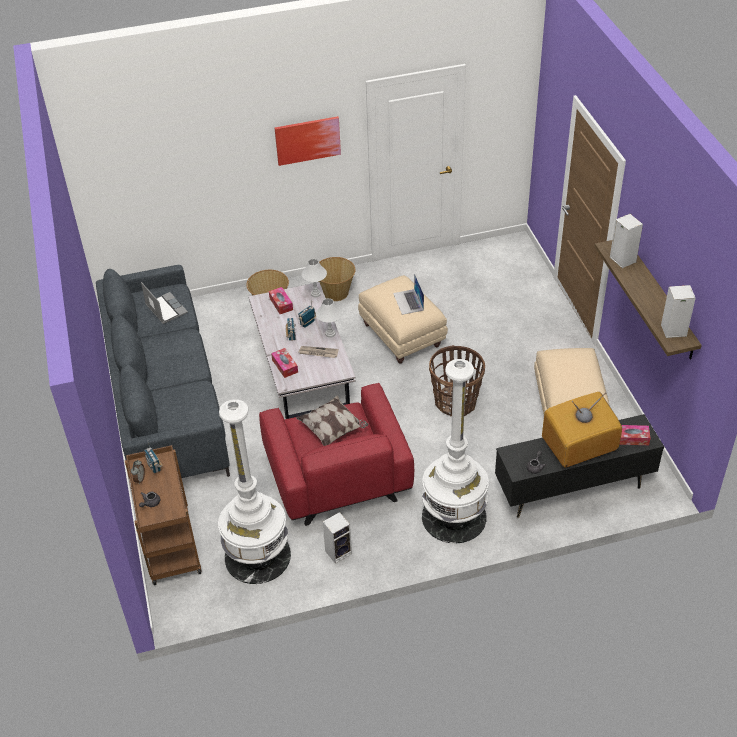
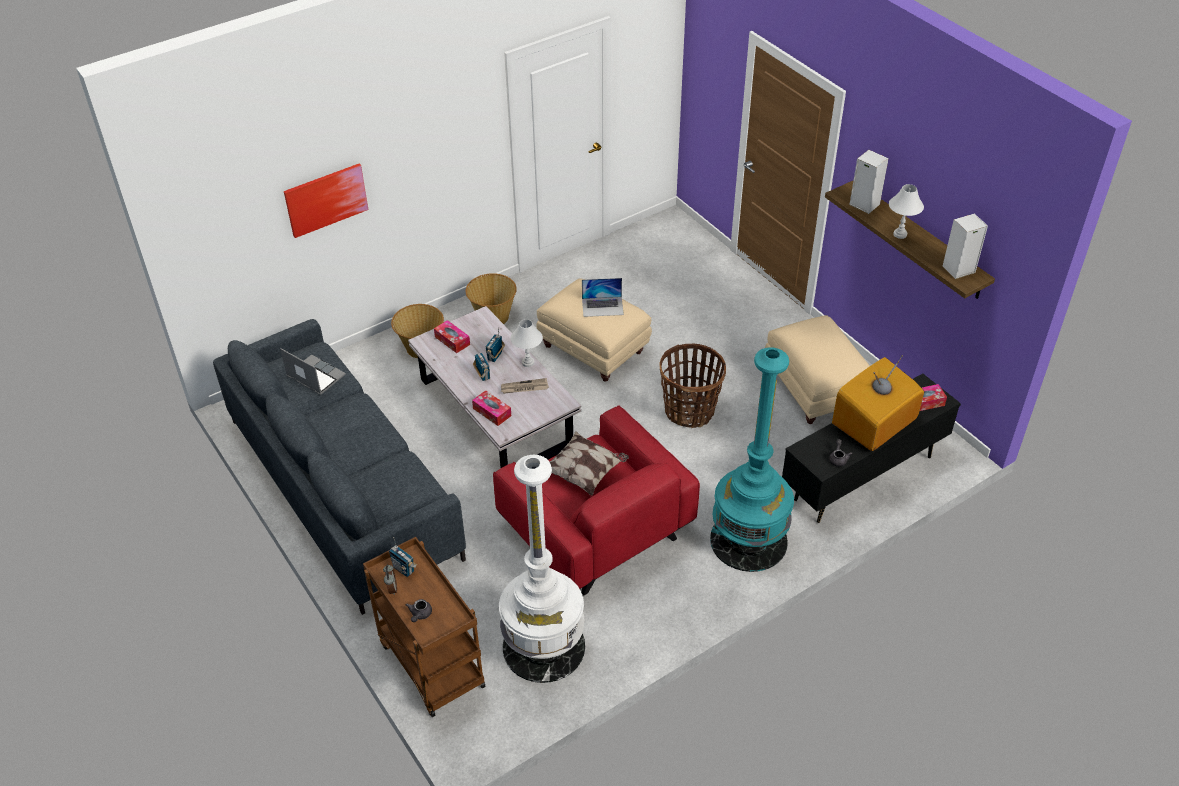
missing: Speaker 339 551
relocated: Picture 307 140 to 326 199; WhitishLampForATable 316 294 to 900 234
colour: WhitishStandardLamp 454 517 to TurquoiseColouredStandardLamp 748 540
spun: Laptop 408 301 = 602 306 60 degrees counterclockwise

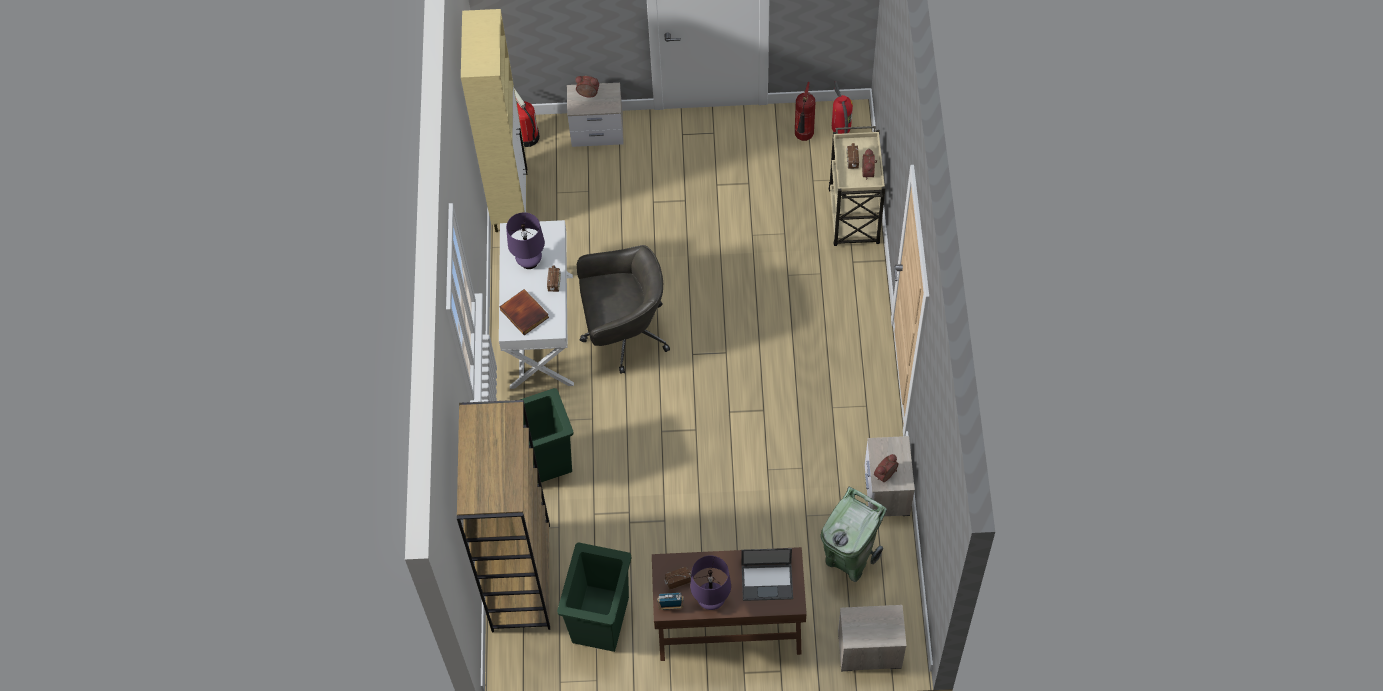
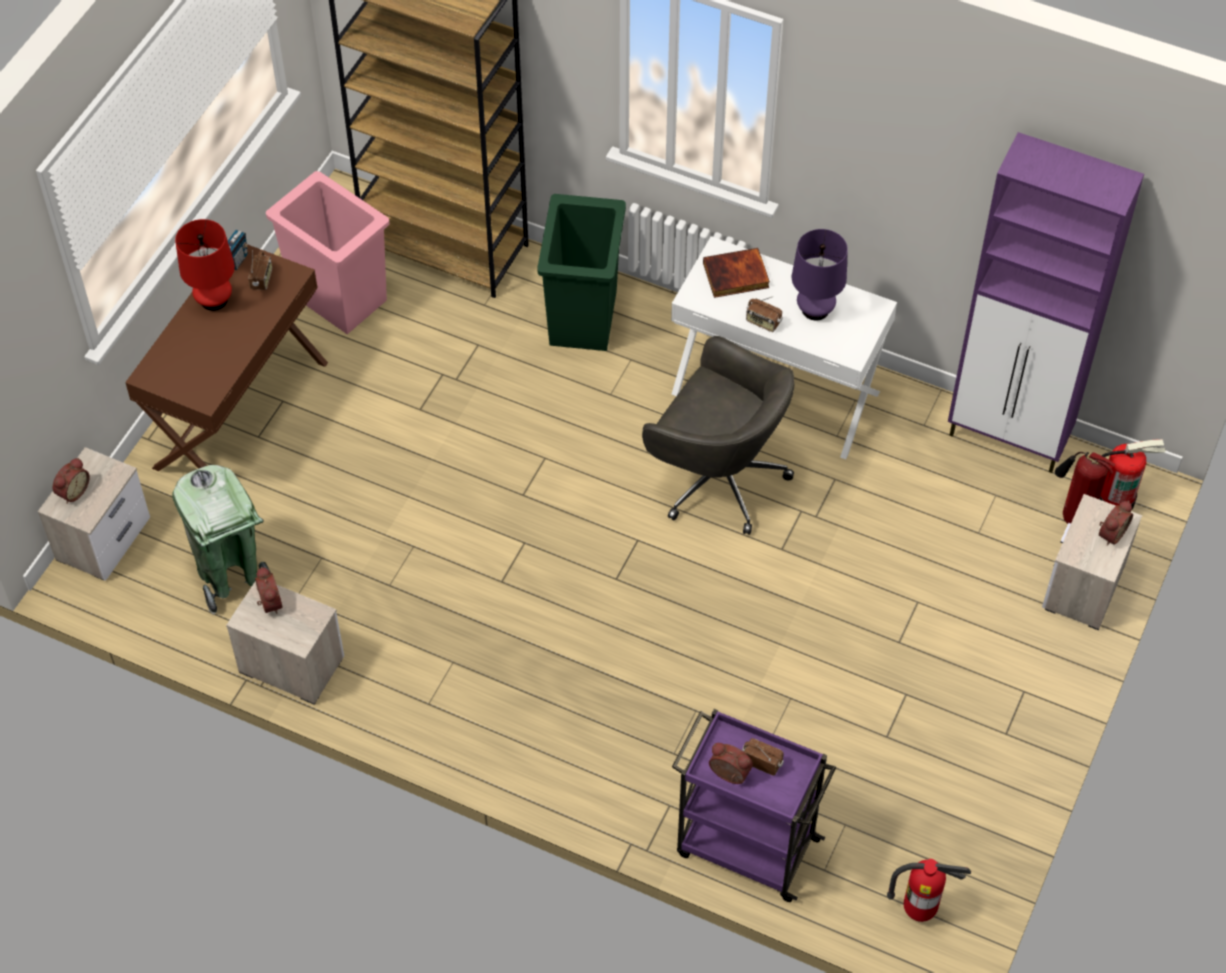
missing: Laptop 768 581
appeared: BedsideClock 72 491
relocated: FireFightingCylinder 803 137 to 1072 517
colour: BeigeCabinet 510 201 to PurpleCabinet 1009 438; BeigeCart 854 218 to PurpleCart 745 846; GreenTrashCan 601 619 to PinkTrashCan 339 299; PurpleLampForATable 711 600 to ReddishLampForATable 214 300
spun: GrayComputerChair 623 333 = 717 478 75 degrees counterclockwise

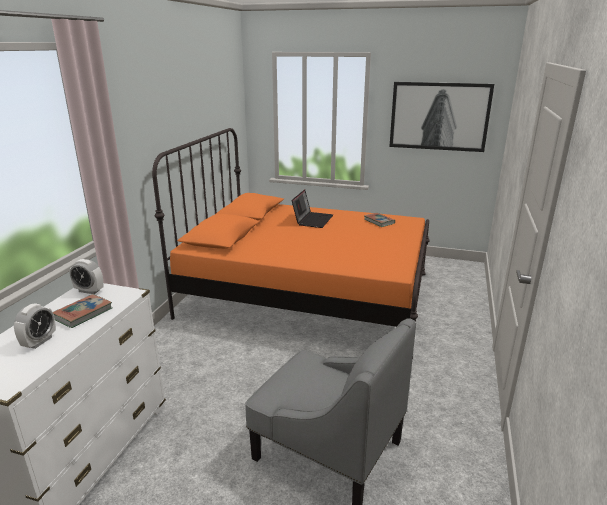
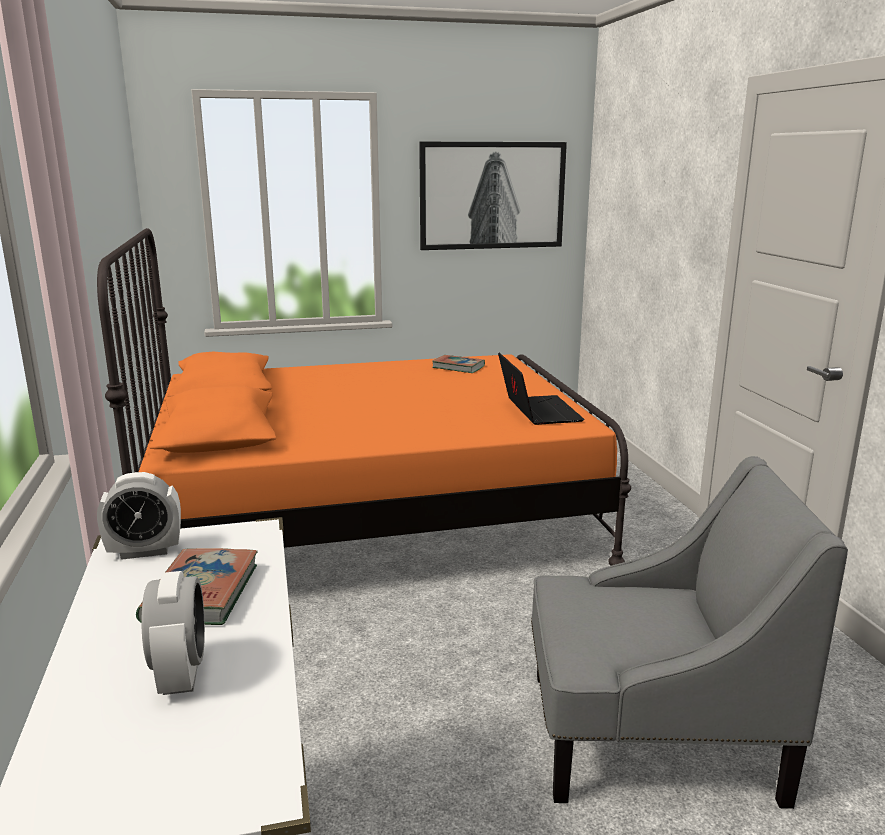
relocated: Laptop 312 220 to 537 411

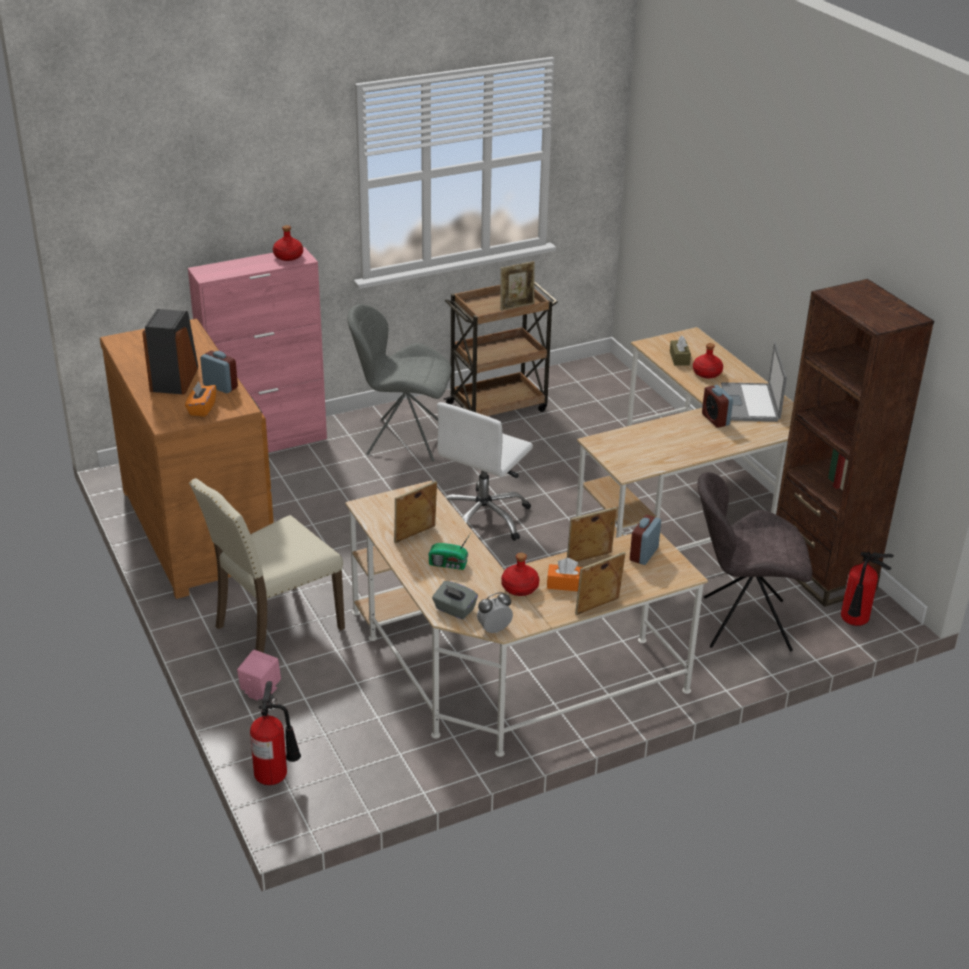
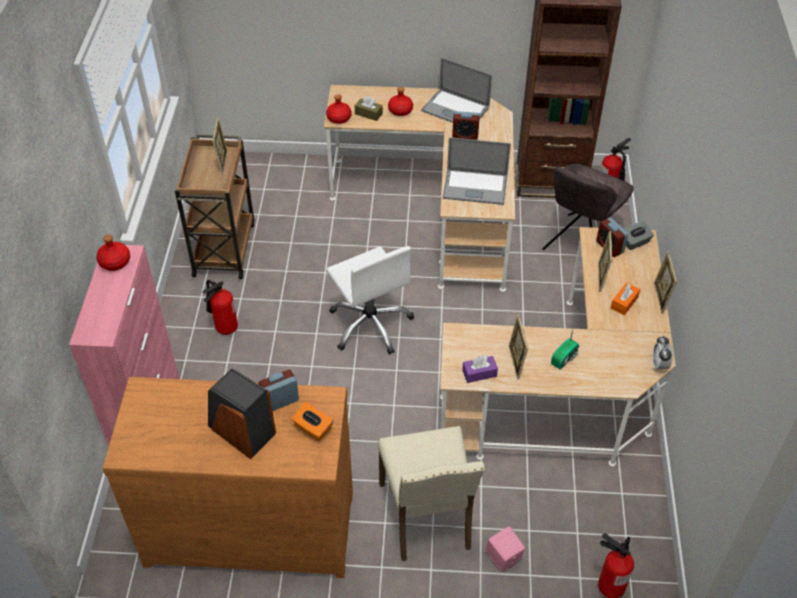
appeared: Laptop 475 187; PurpleTissueBox 479 373
relocated: ReddishDrinkBottle 519 587 to 338 118; GrayTissueBox 454 610 to 635 242
exchanged: GrayUprightChair 403 440 to FireFightingCylinder 223 327

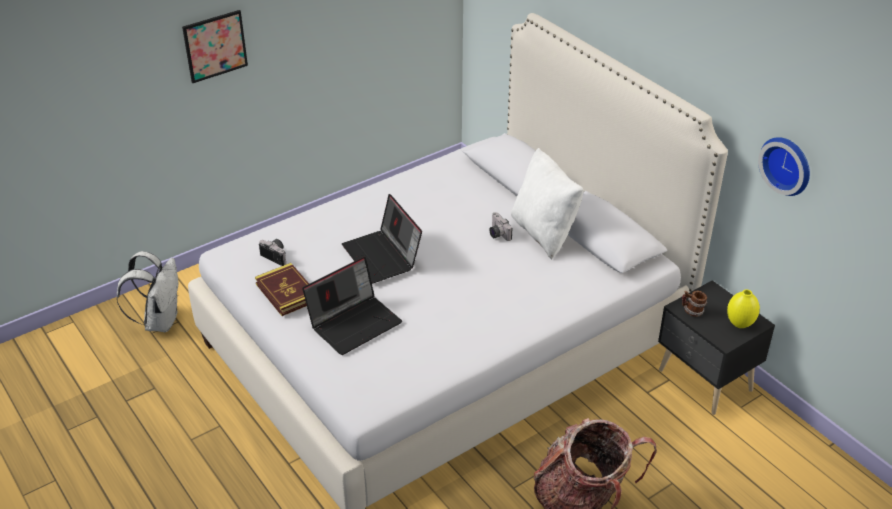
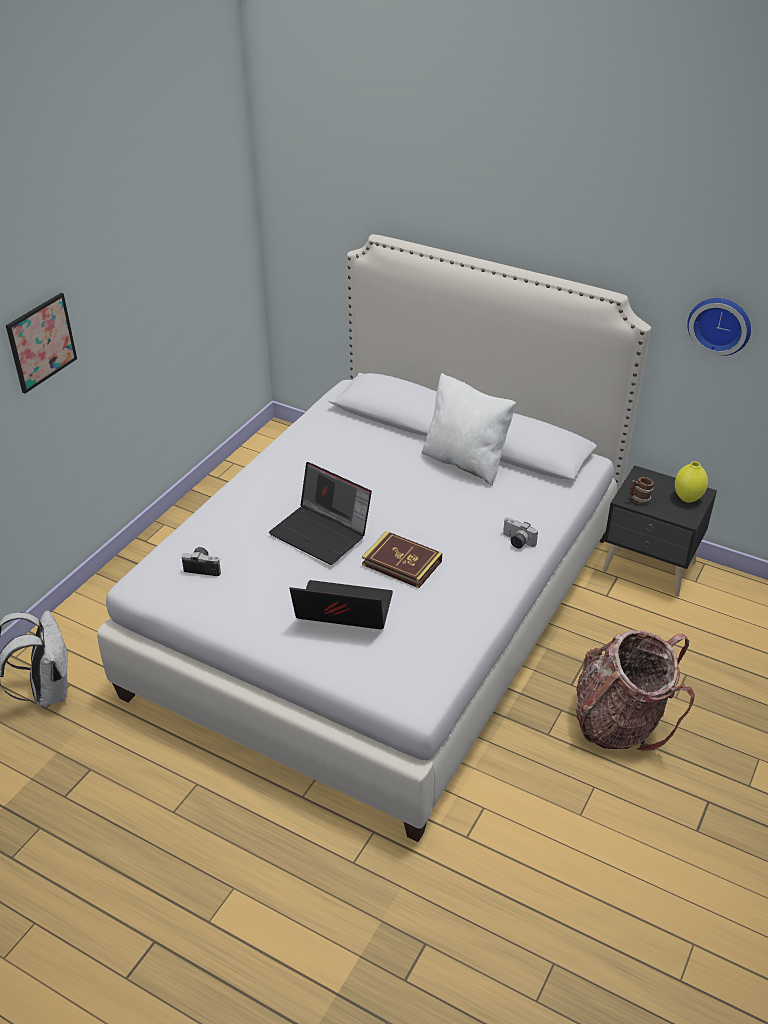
relocated: PhotoCamera 497 234 to 516 542; BoundBook 286 292 to 402 563
spun: Laptop 354 322 = 341 612 105 degrees counterclockwise

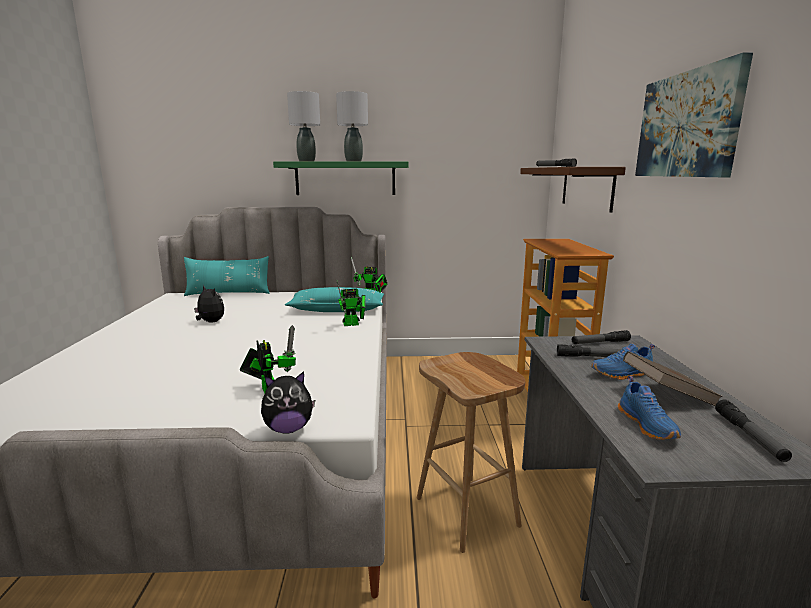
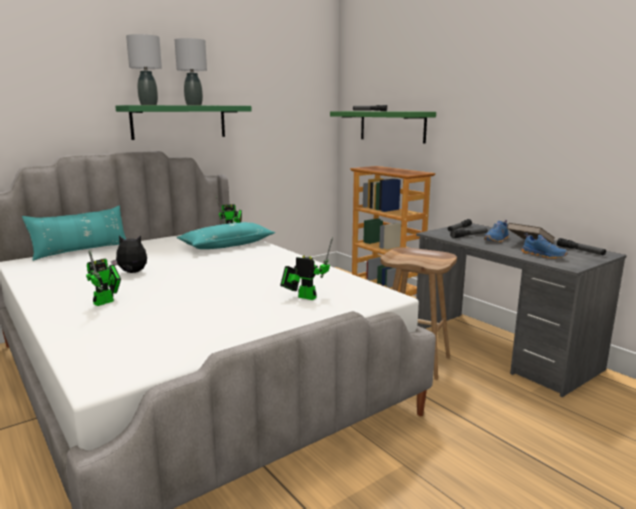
missing: Picture 687 125; CuddlyToy 288 429
relocated: RobotFigure 353 324 to 106 301
colour: BrownishWallShelf 586 187 to GreenWallShelf 392 126

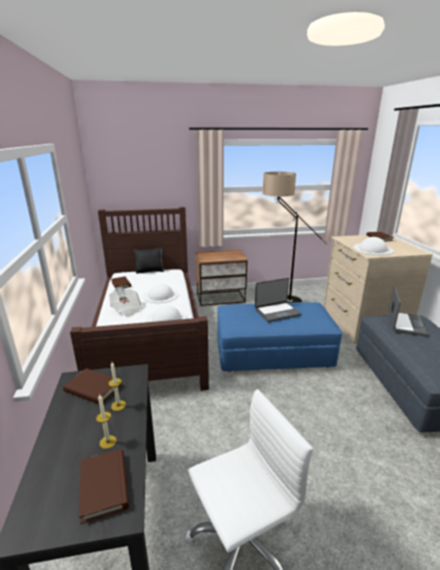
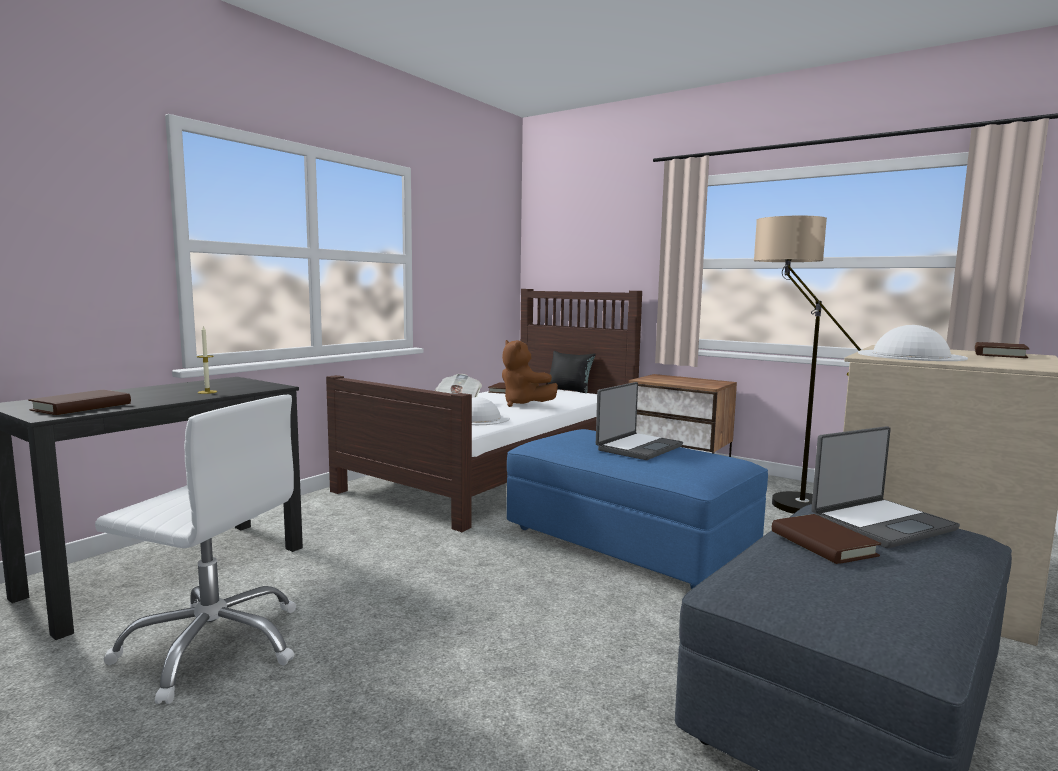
missing: Candle 108 442
relocated: BrownishBoundBook 93 388 to 822 543
exchanged: WhitishHat 160 295 to BrownishCuddlyToy 524 404
spun: Laptop 277 312 = 638 448 75 degrees counterclockwise

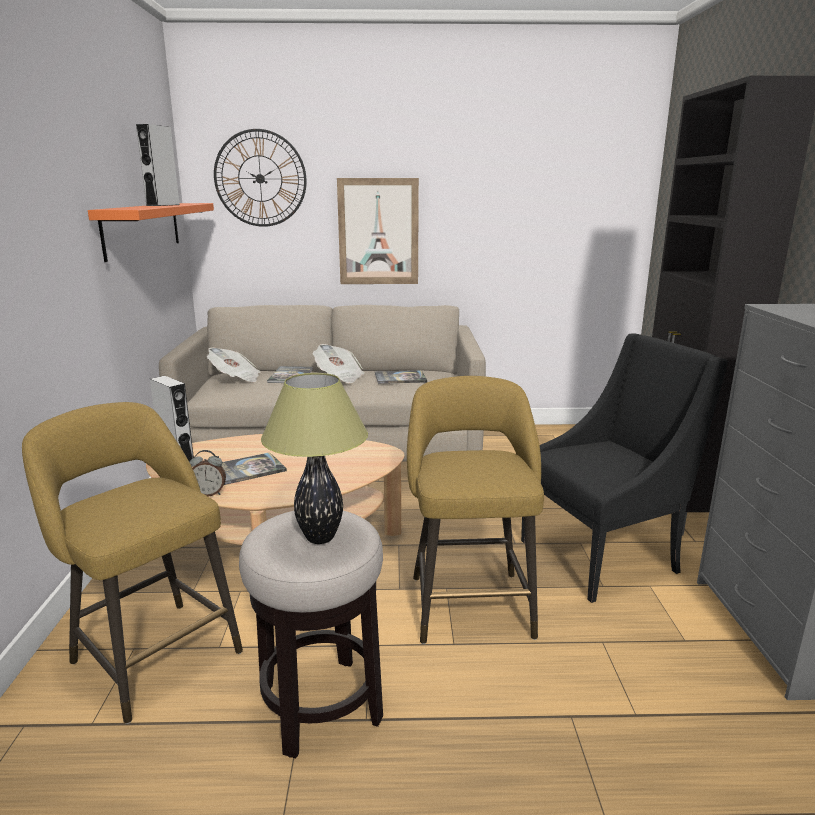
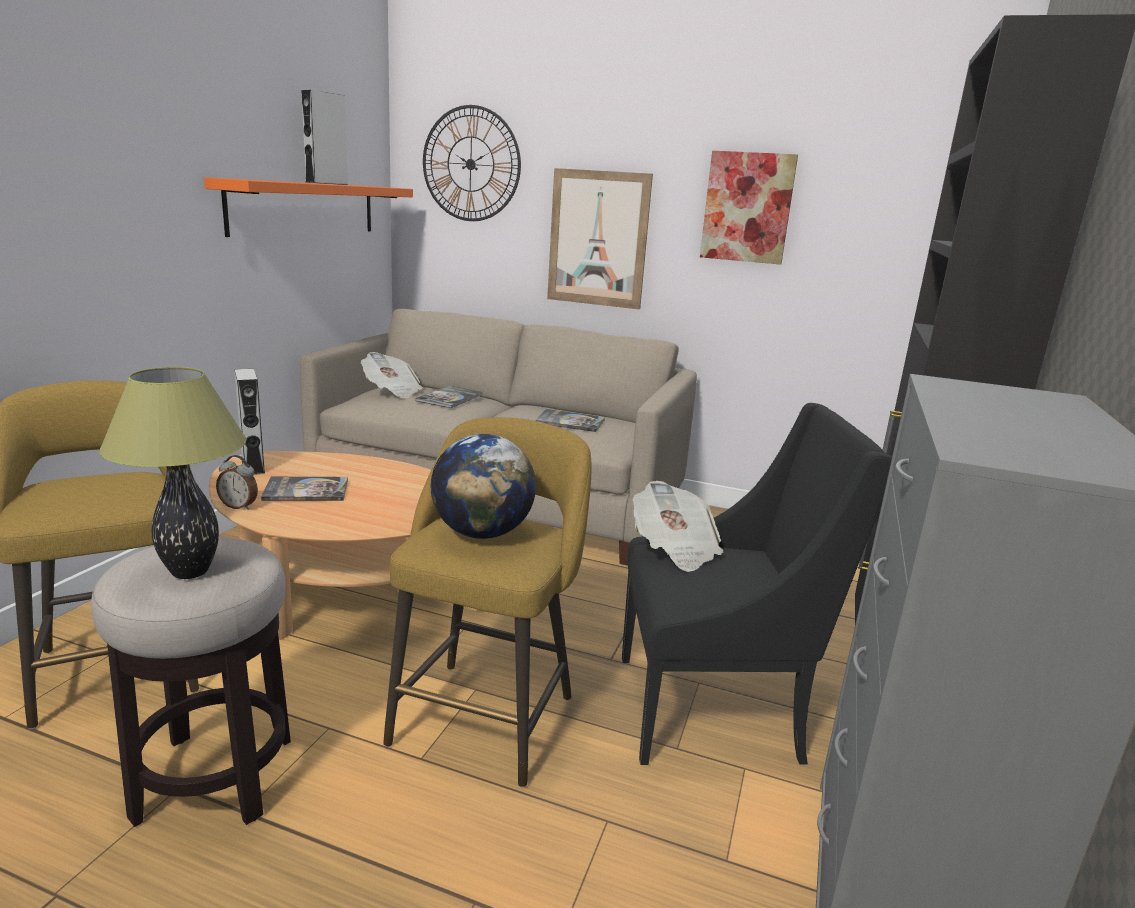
appeared: Picture 747 207; Globe 482 533
relocated: PrintedPaper 339 377 to 674 549

